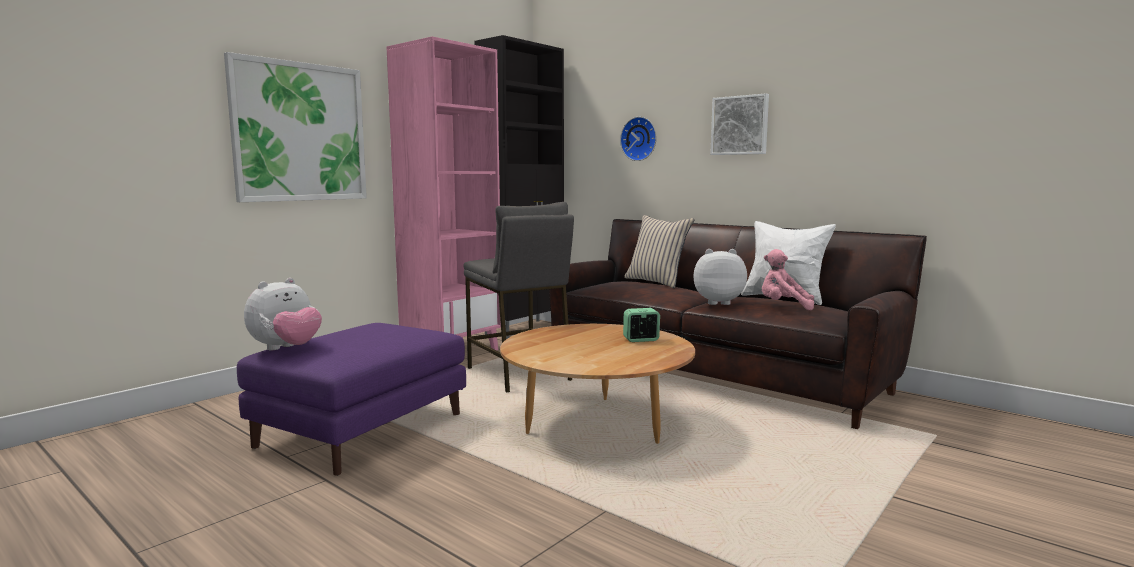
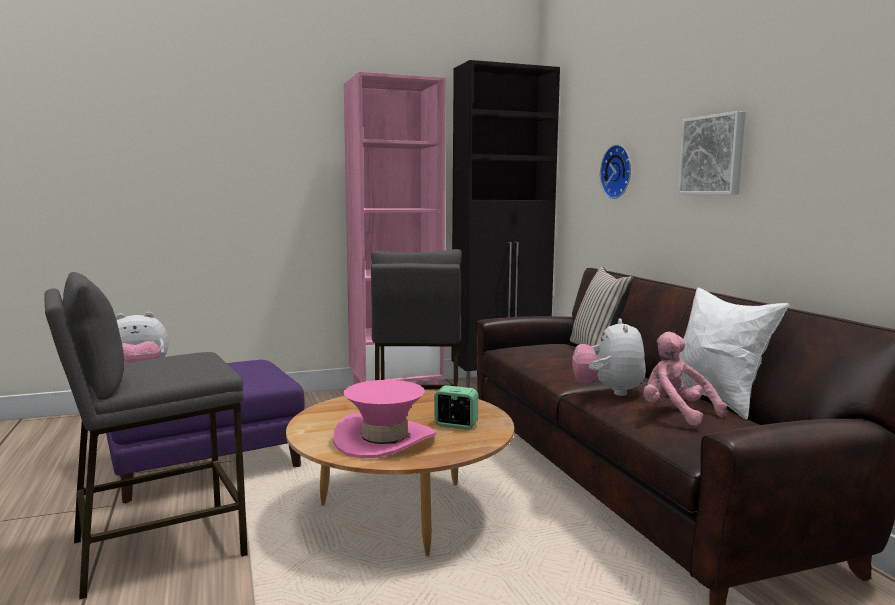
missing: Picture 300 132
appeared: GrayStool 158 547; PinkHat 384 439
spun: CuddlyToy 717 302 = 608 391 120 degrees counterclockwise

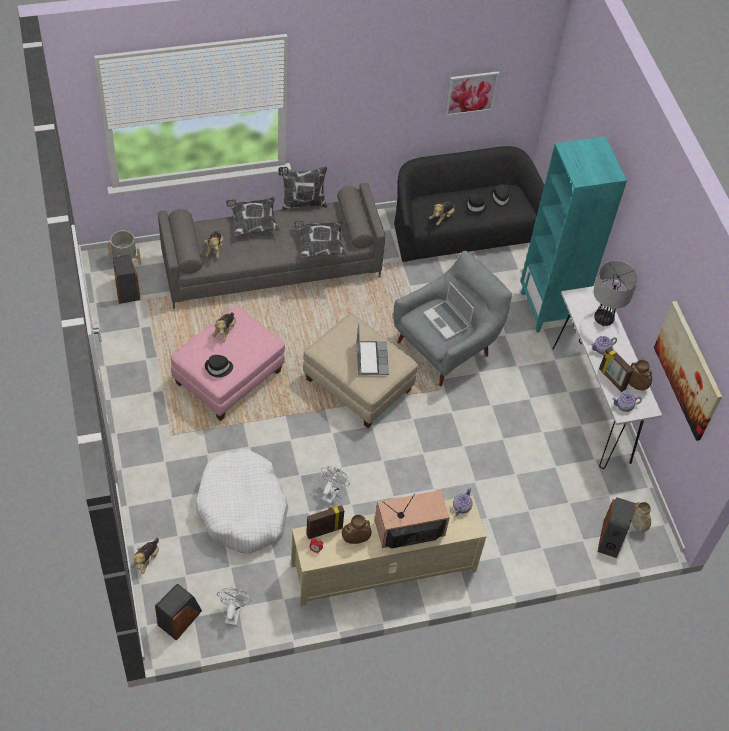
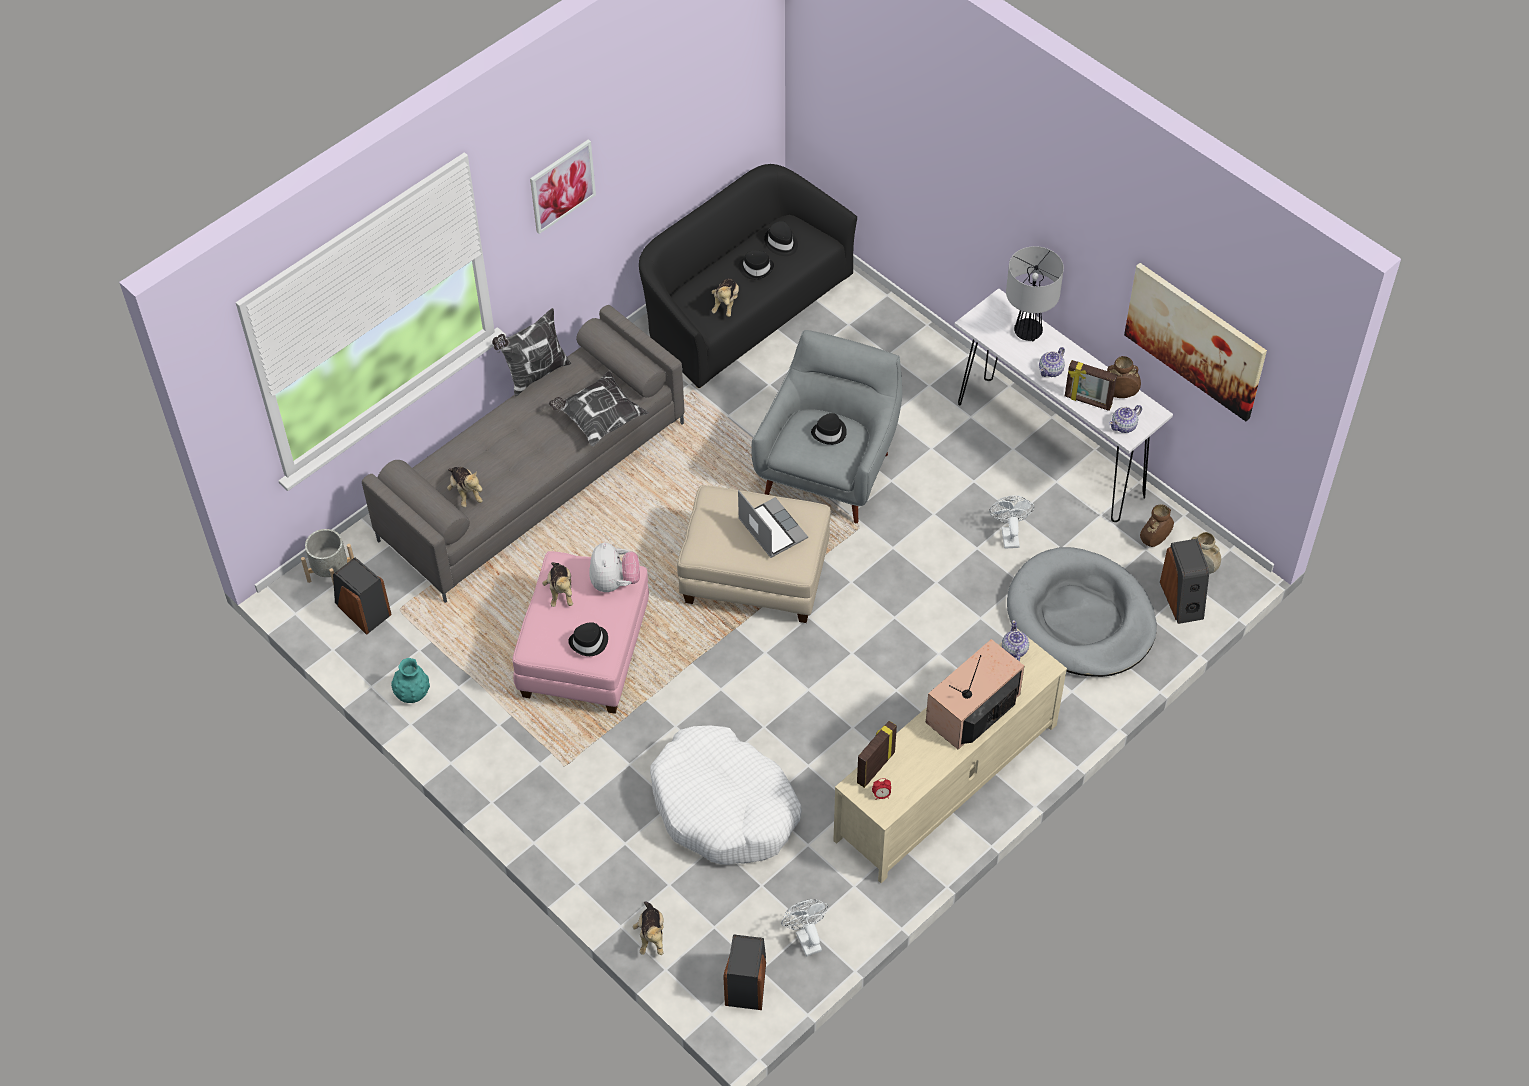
missing: TurquoiseColouredShelvingUnit 549 309; Pillow 253 223
appeared: CuddlyToy 614 582; GrayDogBed 1080 617; TurquoiseColouredVase 413 694
relocated: Picture 471 93 to 562 186; WhitishFan 331 492 to 1009 534; BrownishVase 355 539 to 1154 540
exchanged: Laptop 447 321 to BlackColouredHat 829 432

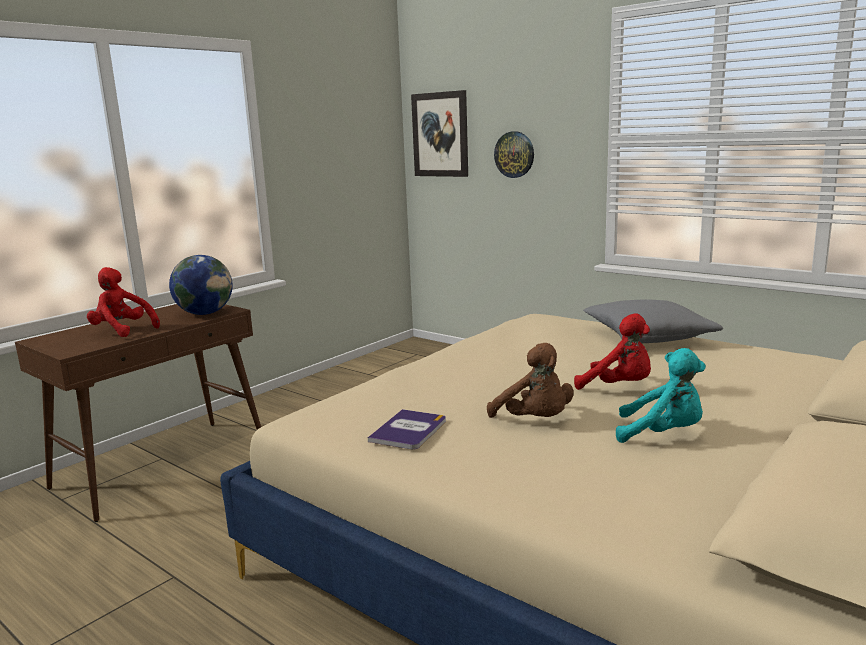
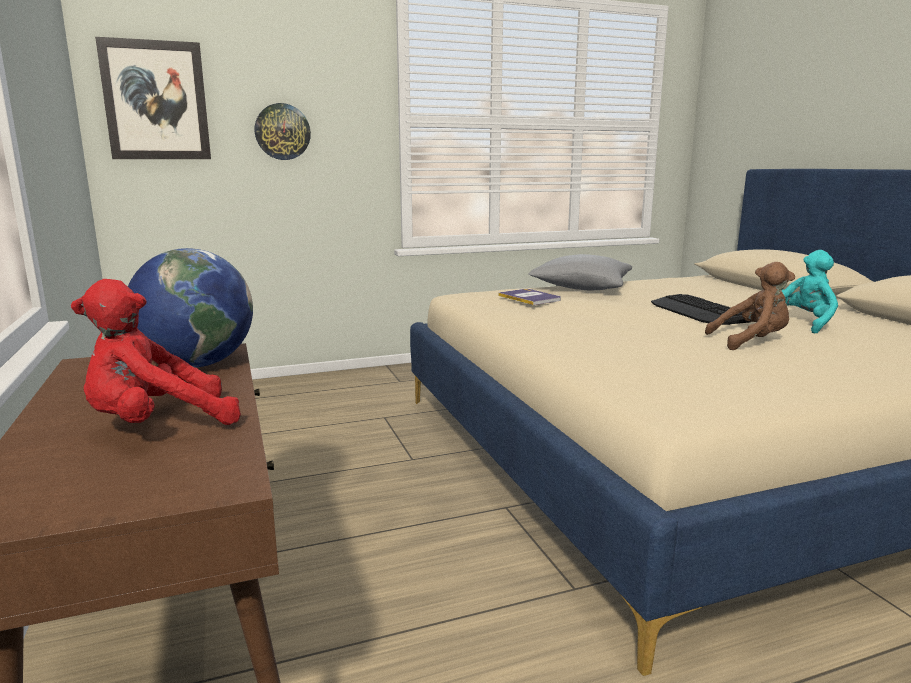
relocated: BoundBook 409 430 to 530 298
exchanged: ReddishCuddlyToy 619 387 to ComputerKeyboard 699 311

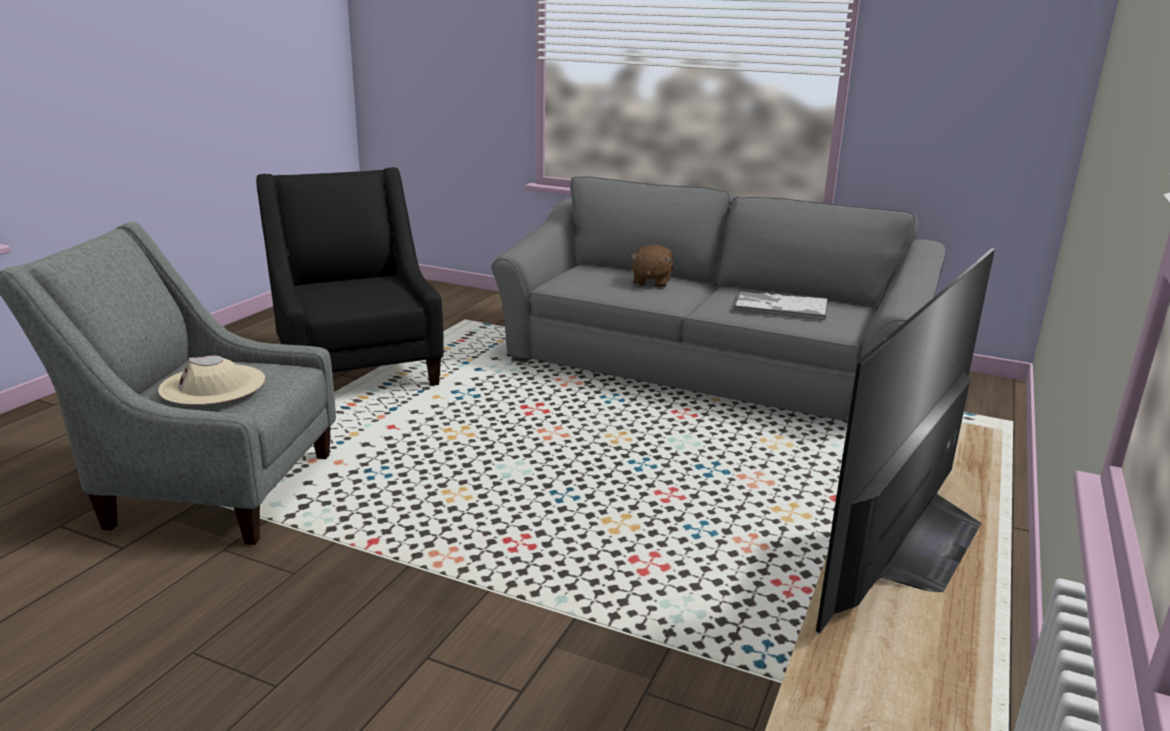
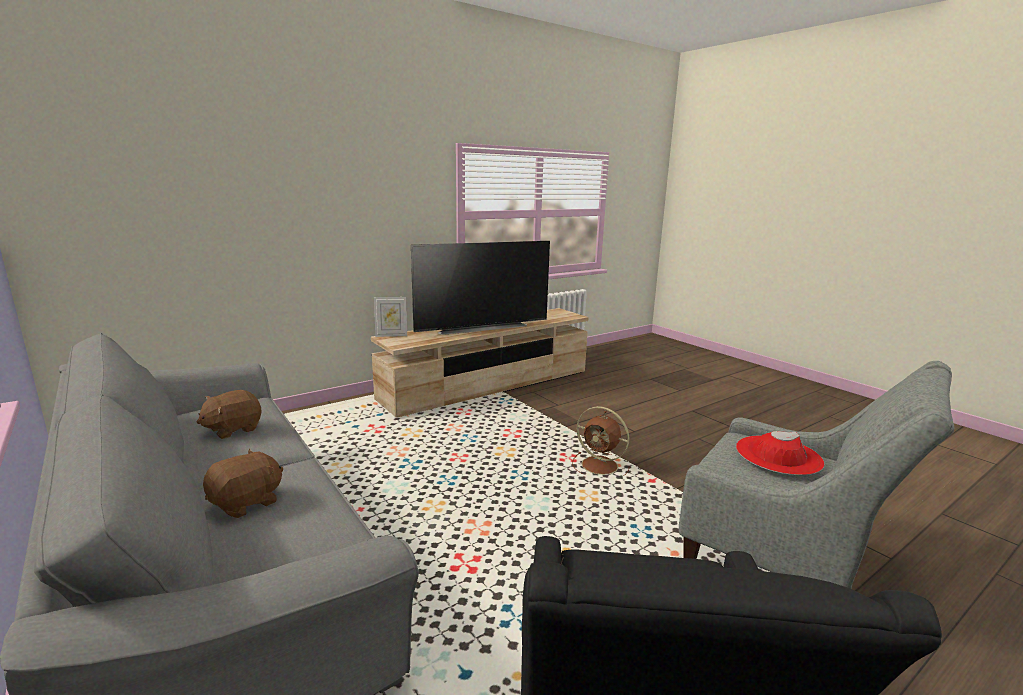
appeared: PictureFrame 391 335; BrownishFan 601 466
exchanged: CarryingTray 780 306 to BrownishCuddlyToy 233 429
colour: BeigeHat 213 385 to ReddishHat 778 455

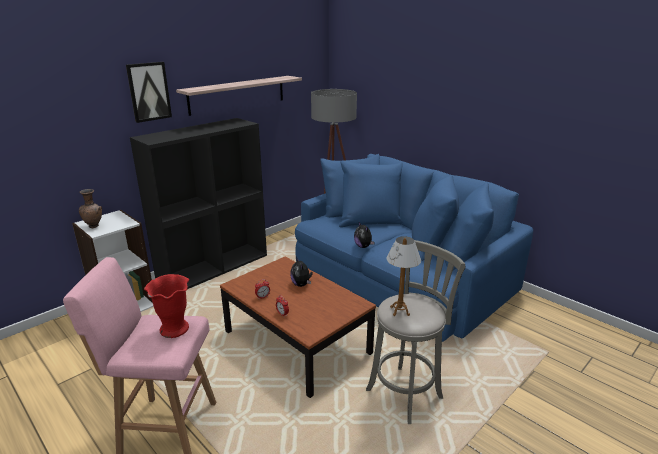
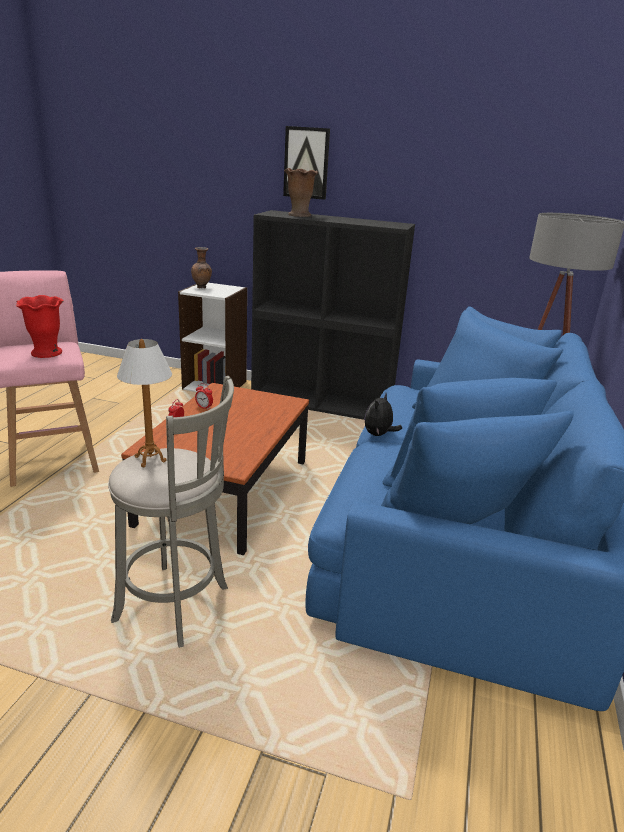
missing: WallShelf 238 94; CuddlyToy 301 284
appeared: BrownishVase 299 215

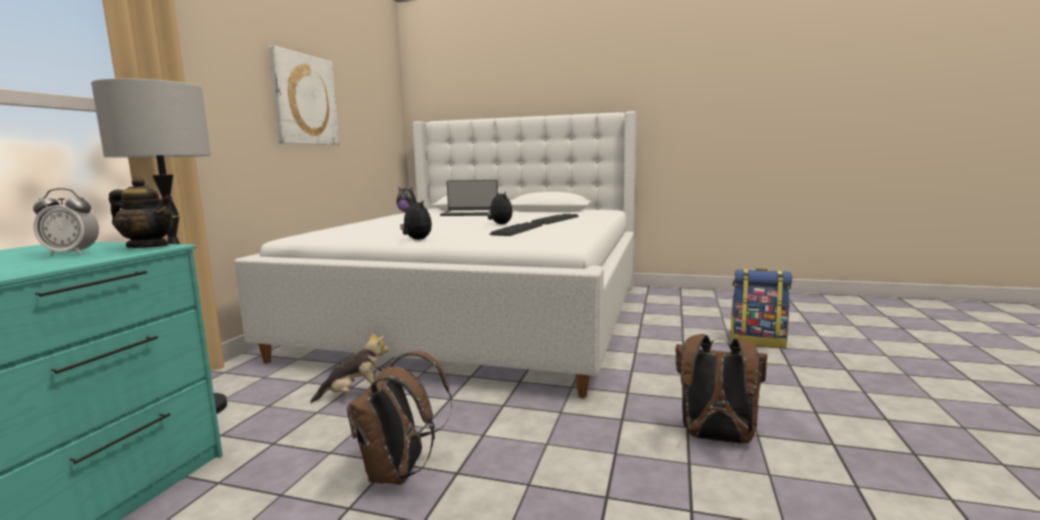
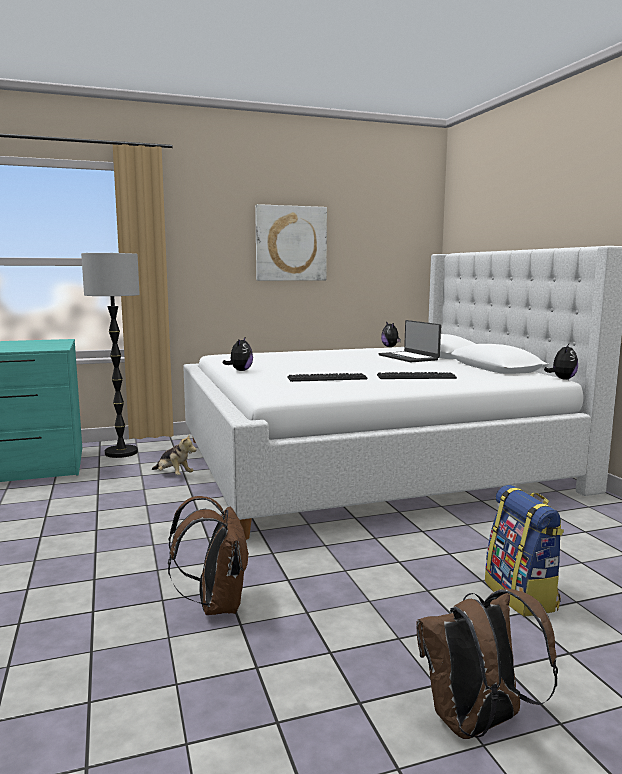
missing: PotForTea 148 247; BedsideClock 72 253
relocated: CuddlyToy 500 224 to 562 379; BrownishRucksack 399 473 to 476 724

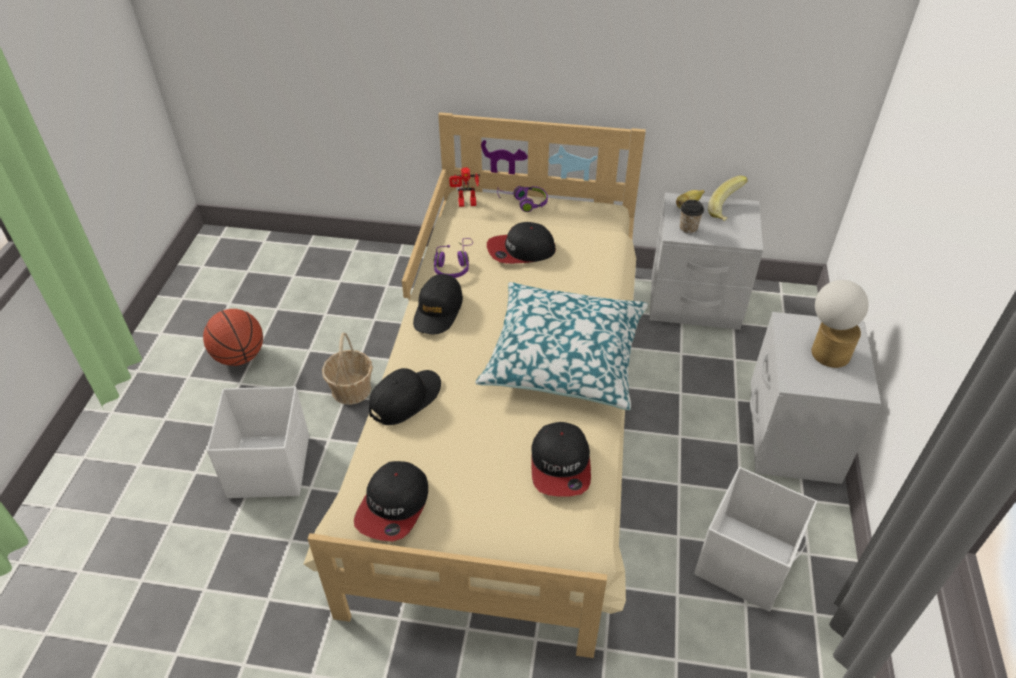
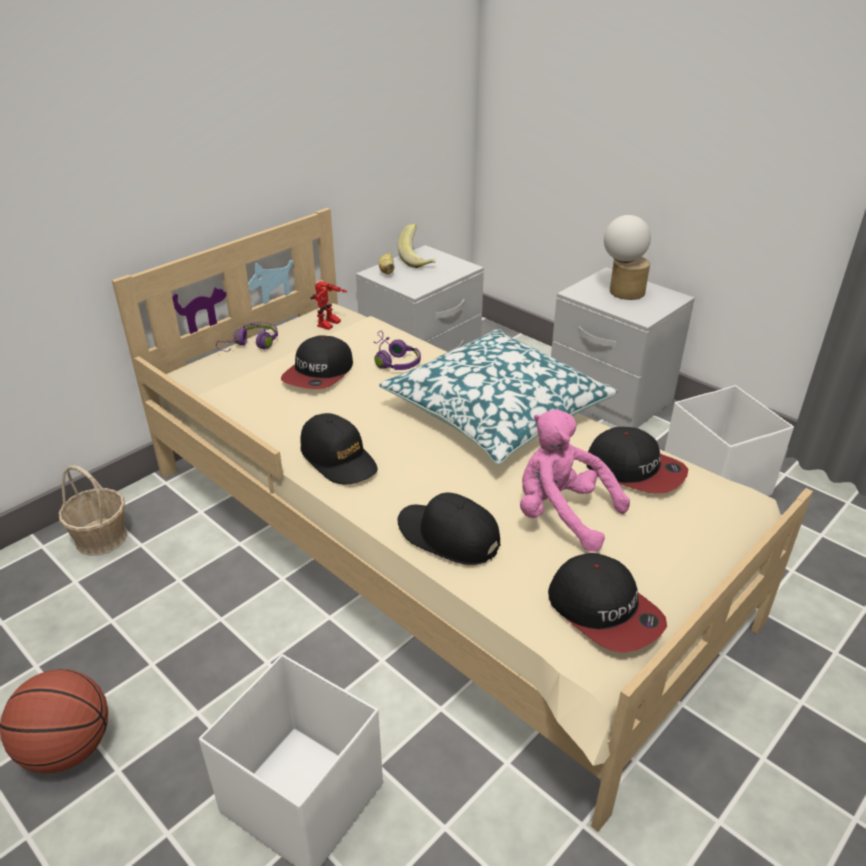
missing: DrinkingCup 688 228
appeared: PinkCuddlyToy 561 514
relocated: RobotFigure 466 204 to 330 325; PurplePairOfHeadphones 454 265 to 393 360; StorageBasket 351 389 to 101 538
spun: BlackColouredCap 405 399 = 448 536 45 degrees counterclockwise

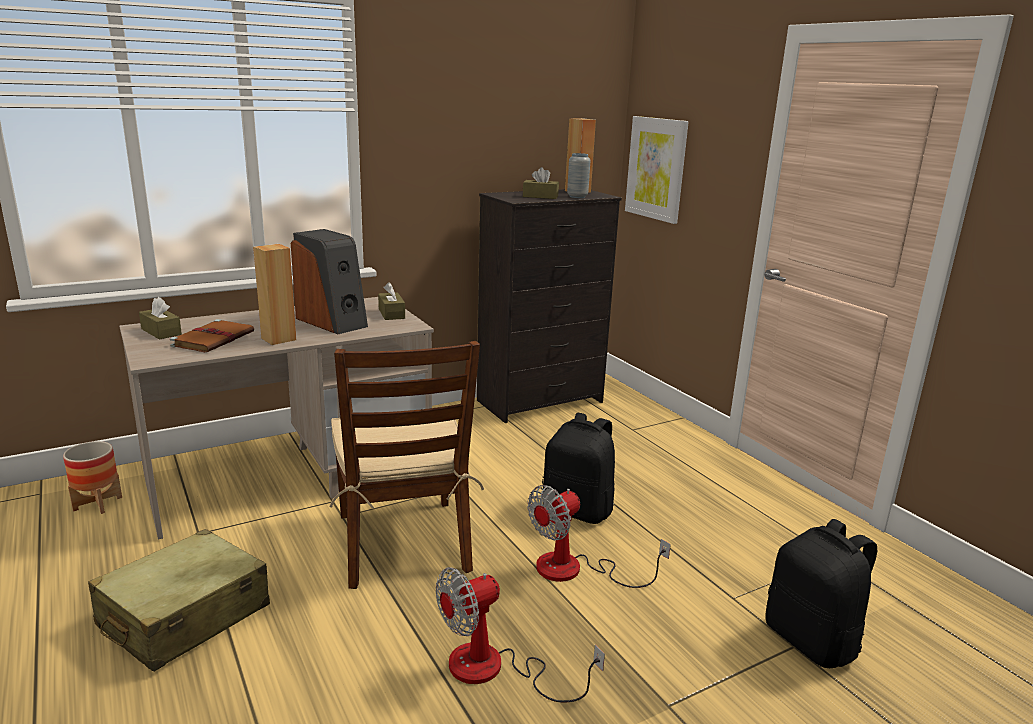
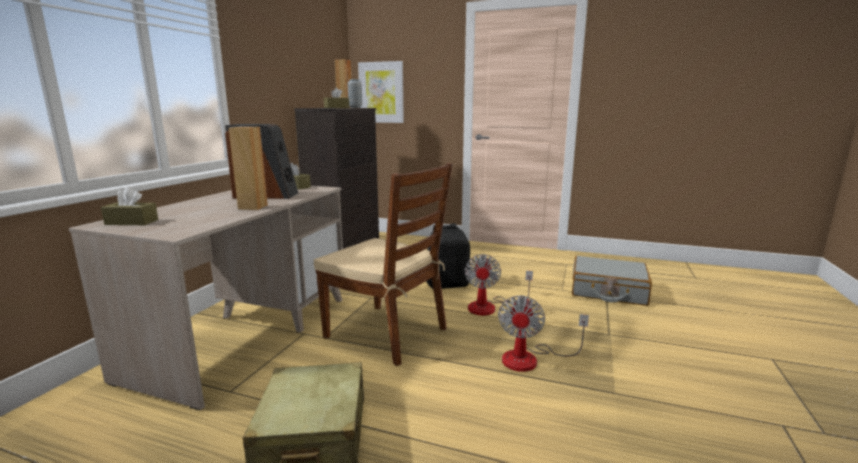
missing: BrownishBoundBook 214 339; Planter 97 503
exchanged: BlackColouredRucksack 812 641 to GrayTravelCase 608 291

